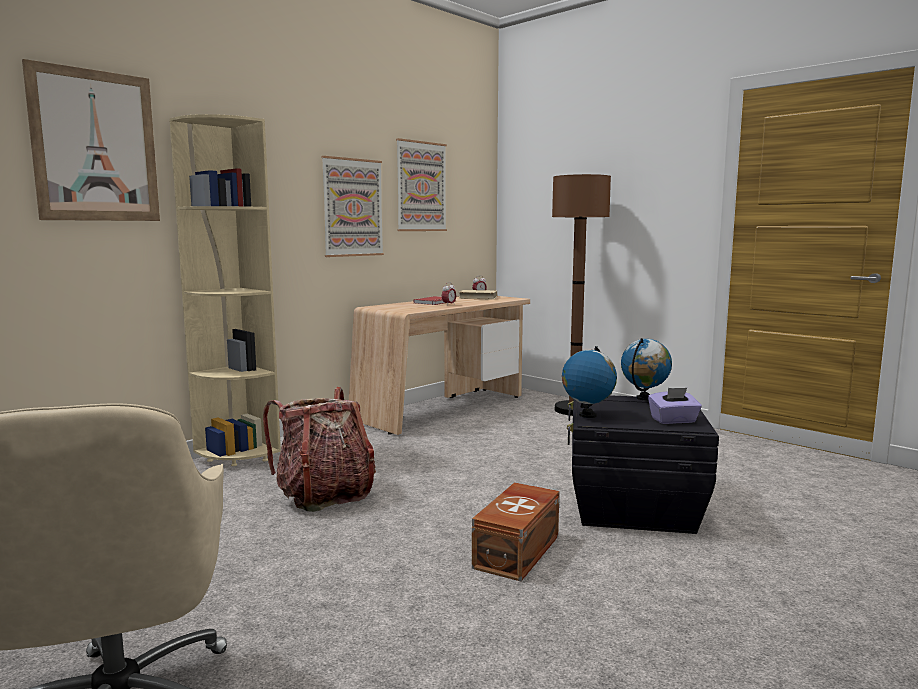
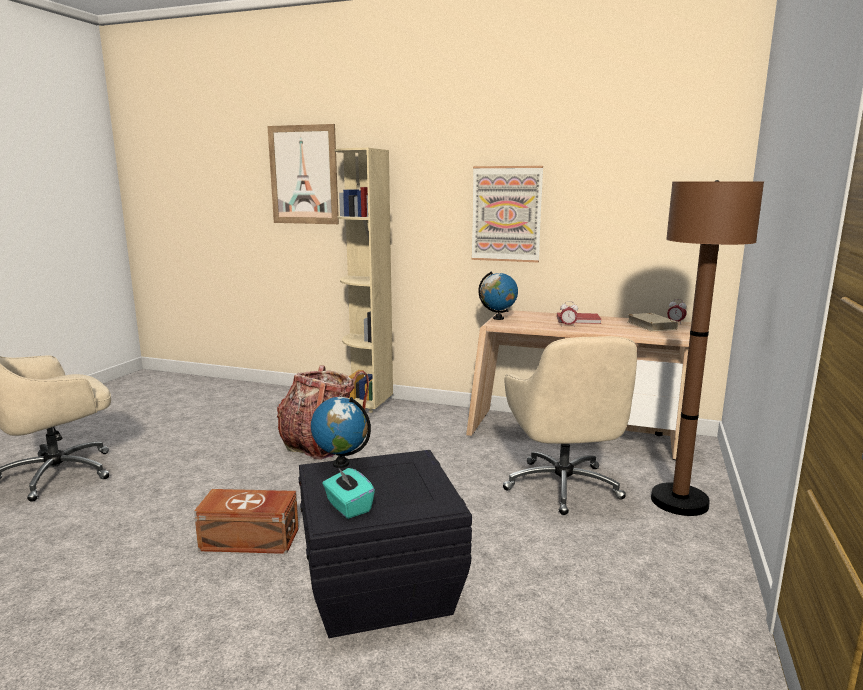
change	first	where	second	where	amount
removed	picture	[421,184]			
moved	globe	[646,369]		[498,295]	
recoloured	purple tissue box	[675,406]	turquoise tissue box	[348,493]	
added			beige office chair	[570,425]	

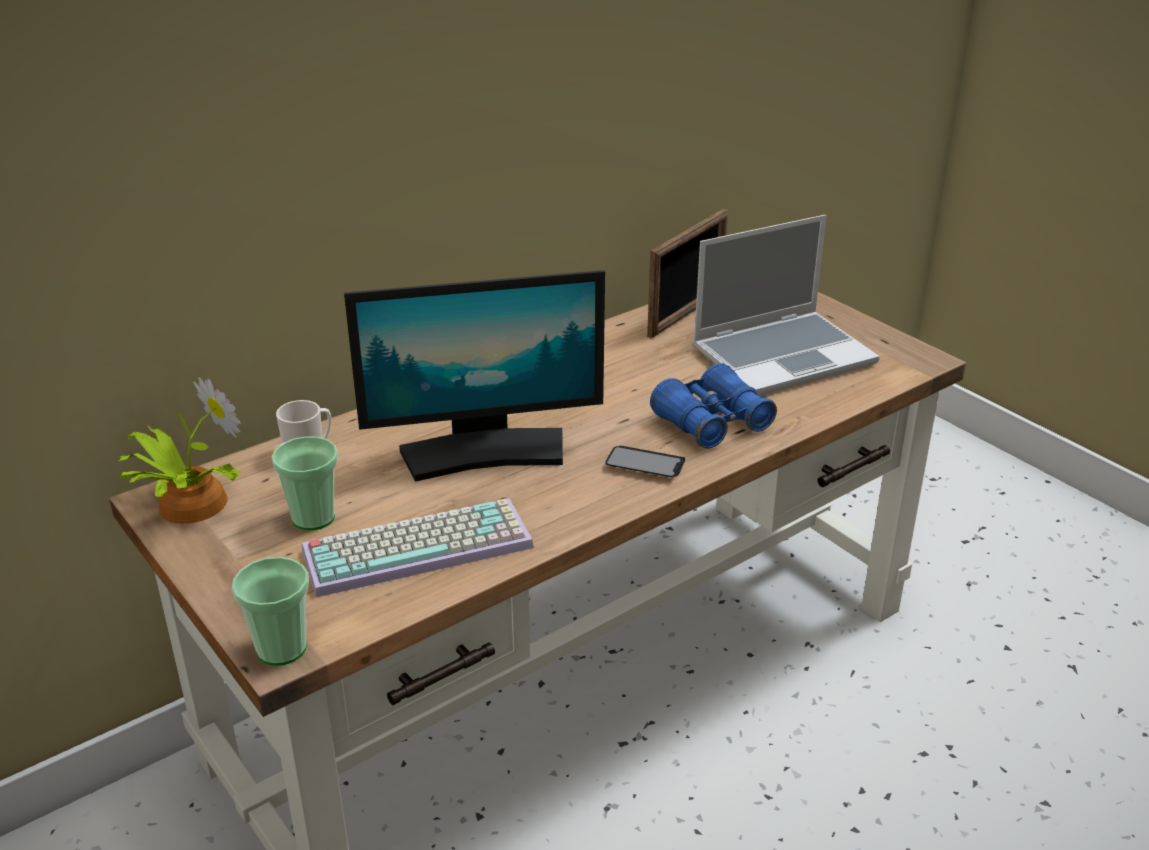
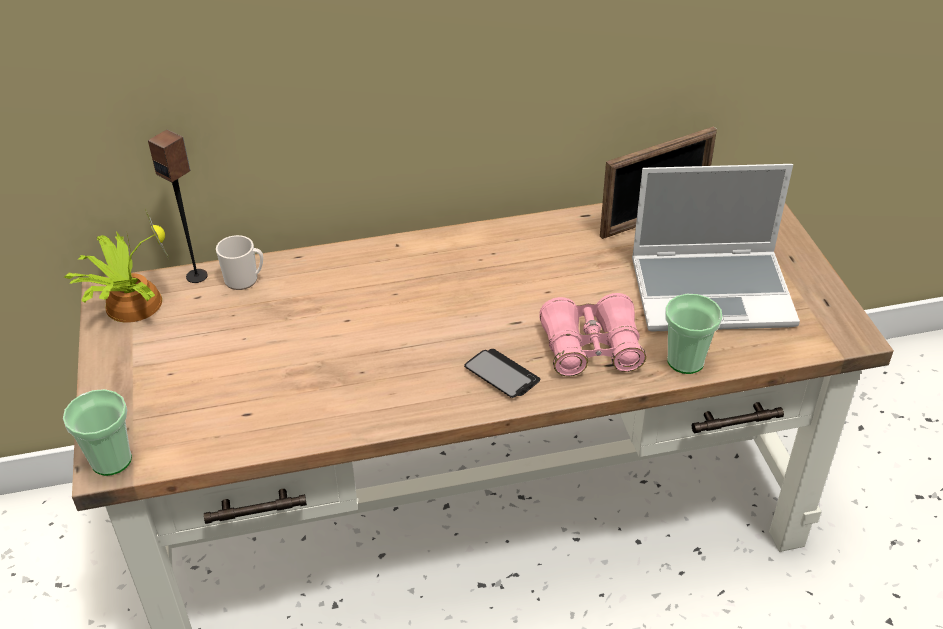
change	first	where	second	where	amount
removed	monitor	[474,376]			
recoloured	blue binoculars	[713,406]	pink binoculars	[592,334]	
moved	cup	[305,483]		[693,334]	
removed	keyboard	[418,547]			
added			speaker	[178,206]	

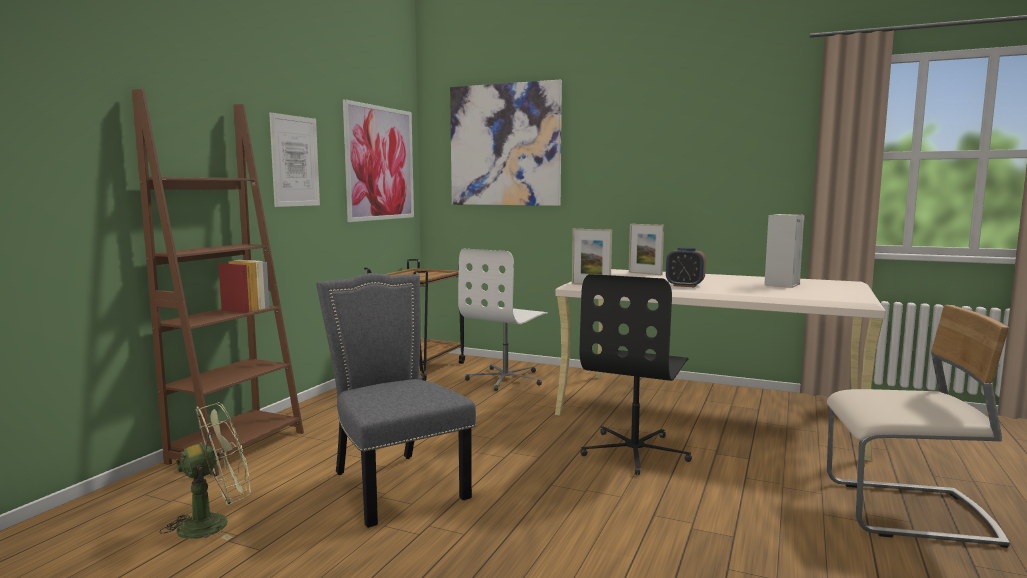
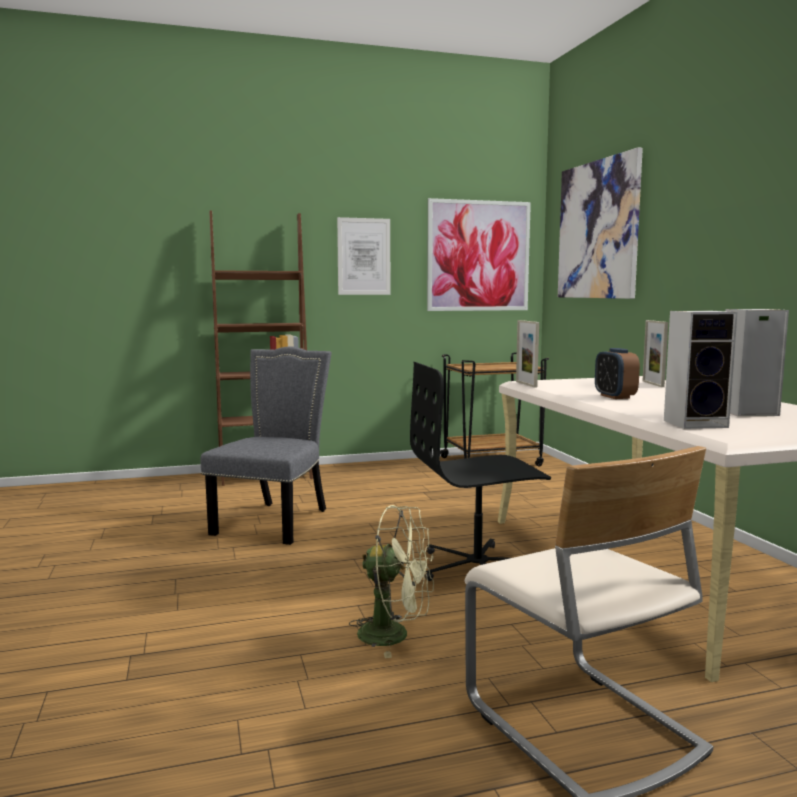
change	first	where	second	where	amount
removed	white office chair	[503,319]			
moved	green fan	[205,471]		[391,581]	
added			speaker	[700,370]	

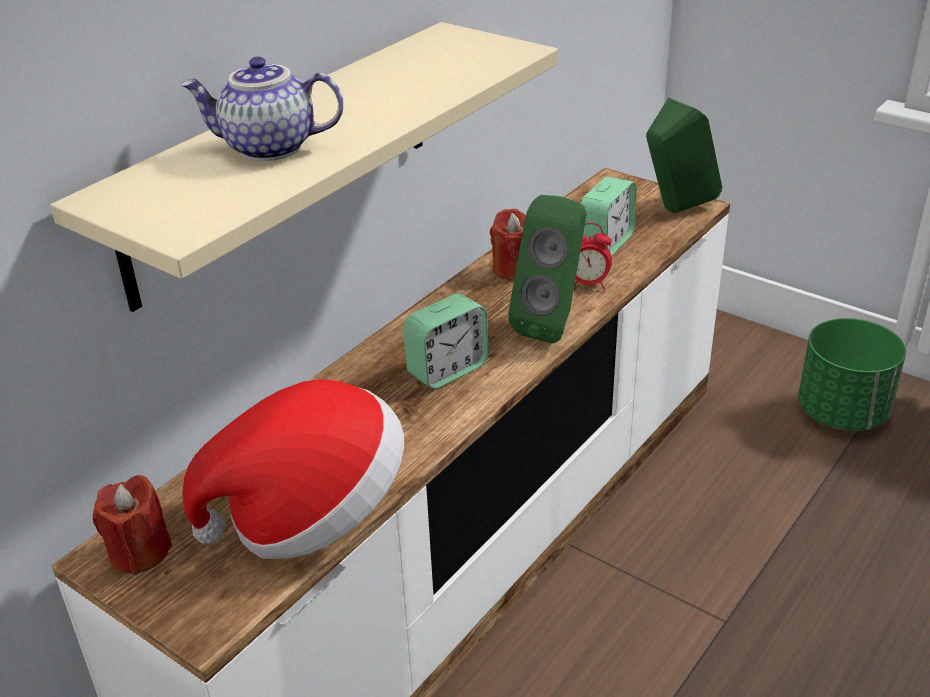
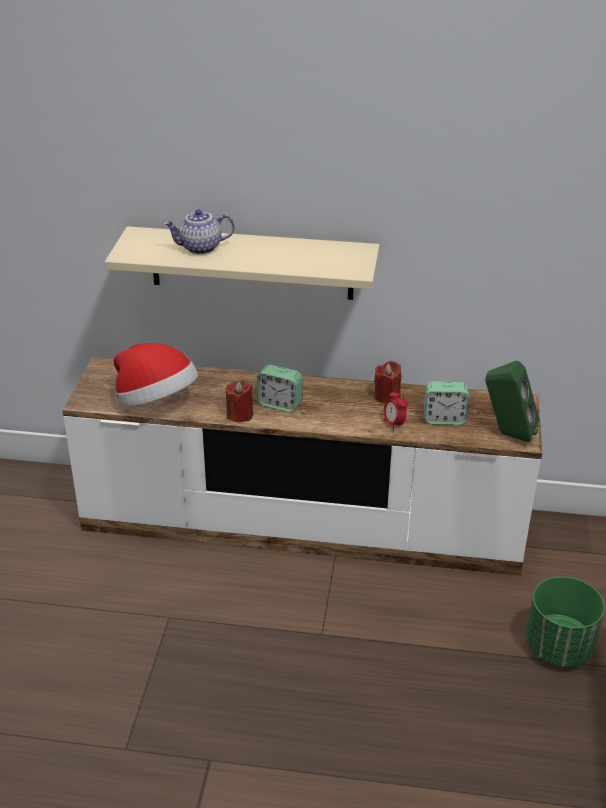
change	first	where	second	where	amount
turned	teapot	[262,109]		[199,231]	75 degrees counterclockwise
removed	green speaker	[547,269]			
moved	red candle	[132,525]		[239,401]	

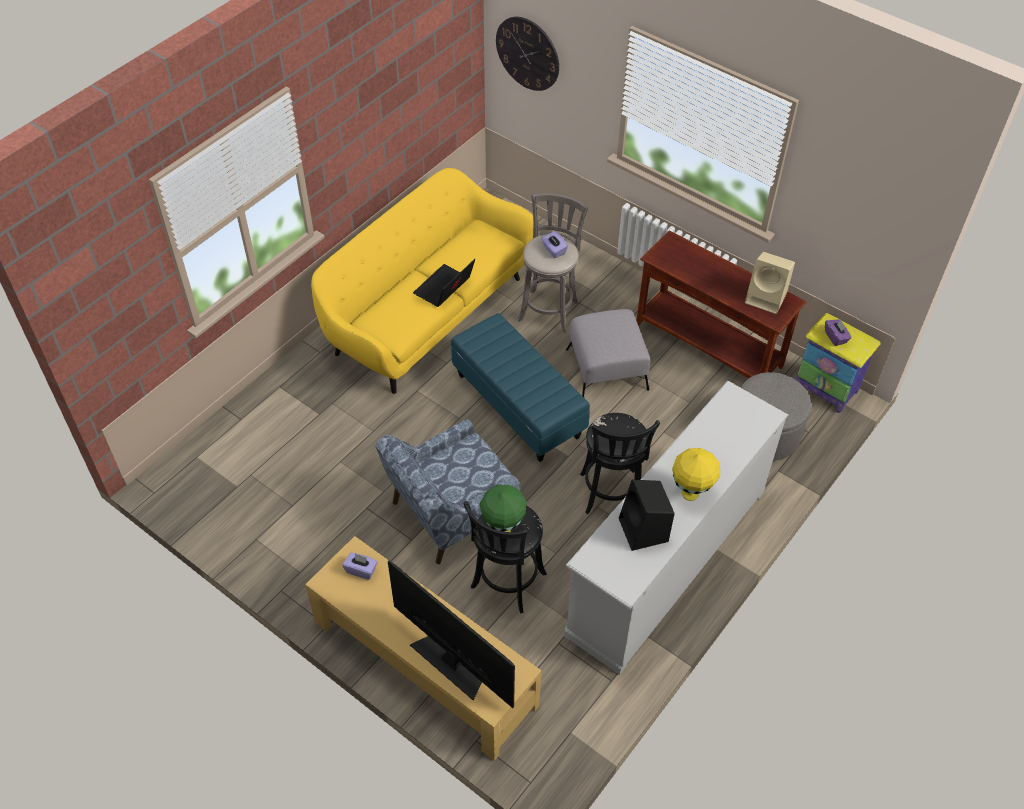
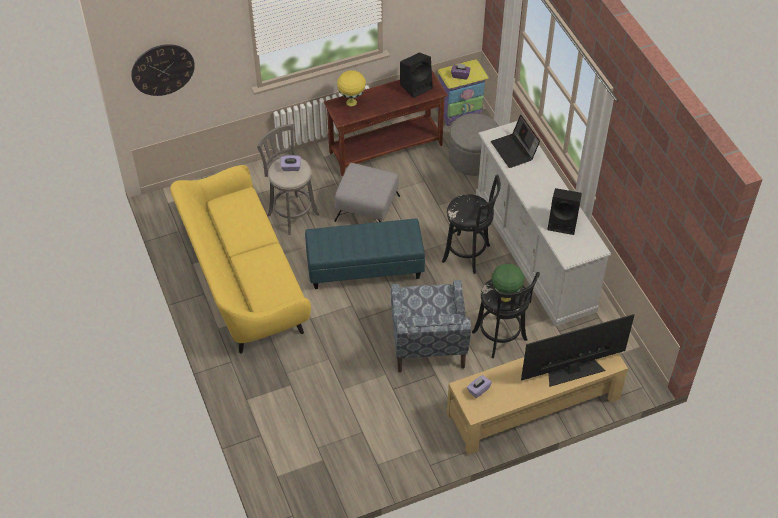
change	first	where	second	where	amount
recoloured	beige speaker	[770,283]	black speaker	[416,75]	
moved	laptop	[444,283]		[515,141]	
moved	yellow table lamp	[696,474]		[351,88]	

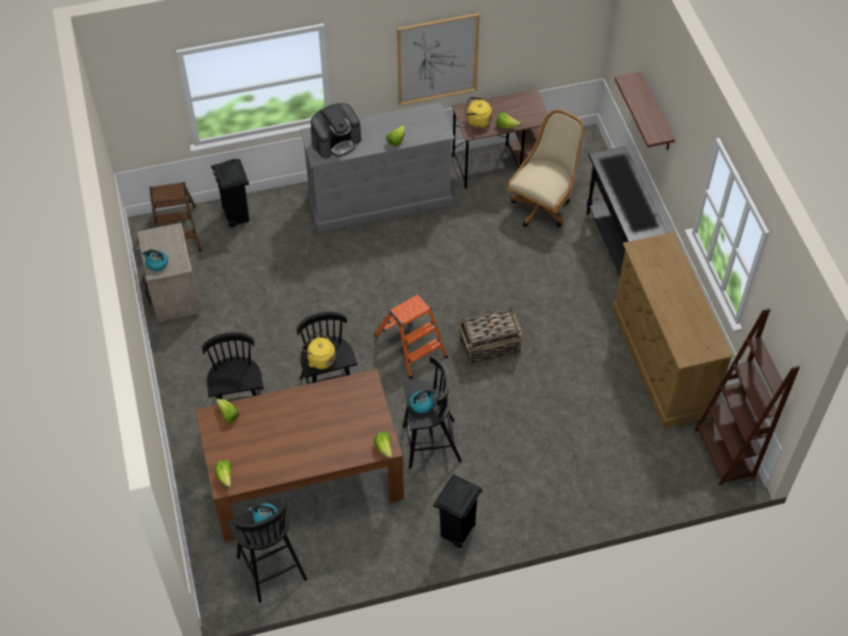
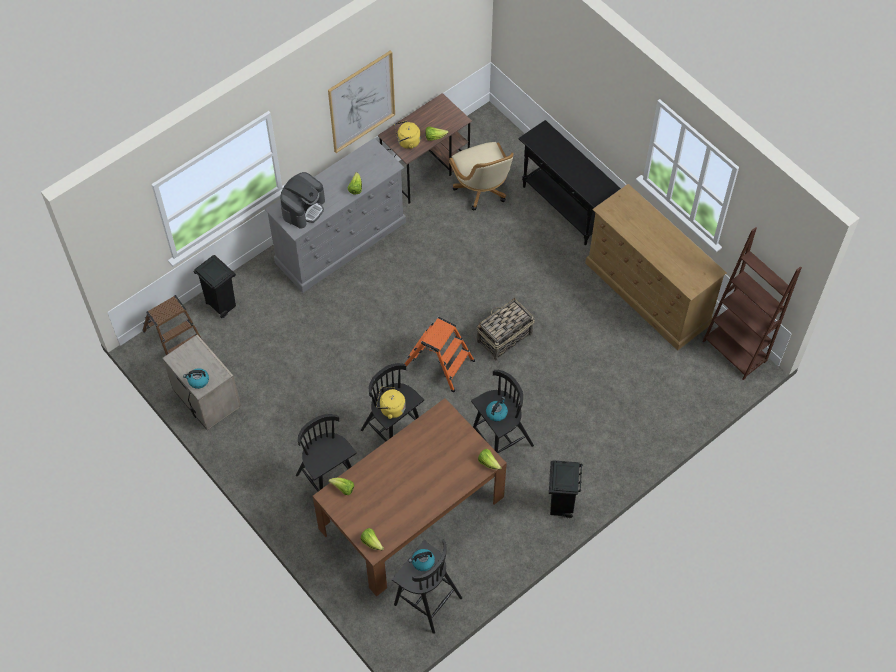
change	first	where	second	where	amount
removed	shelf	[645,111]			
turned	beige office chair	[545,168]		[481,176]	150 degrees clockwise

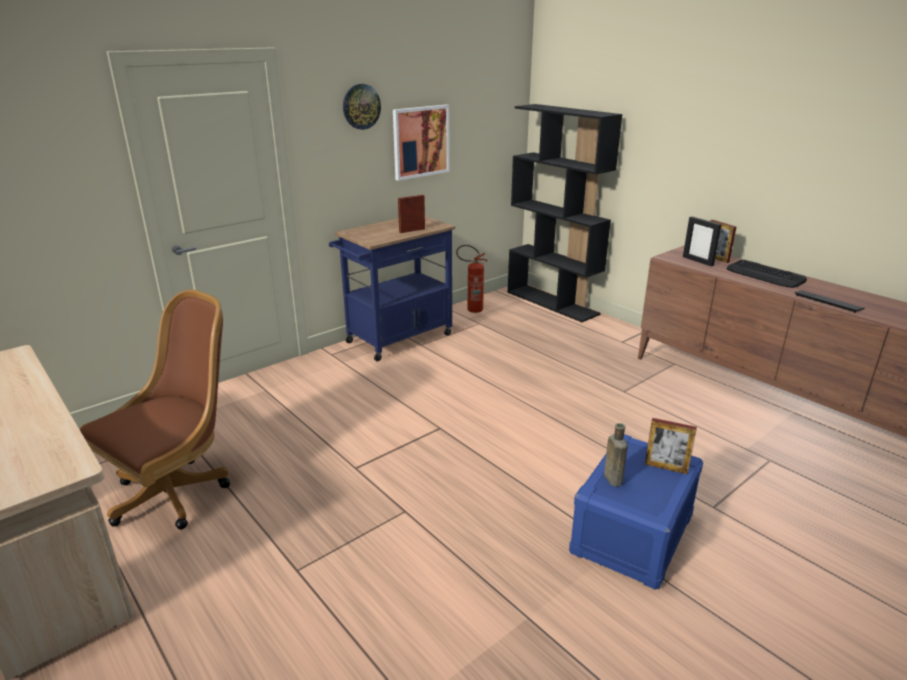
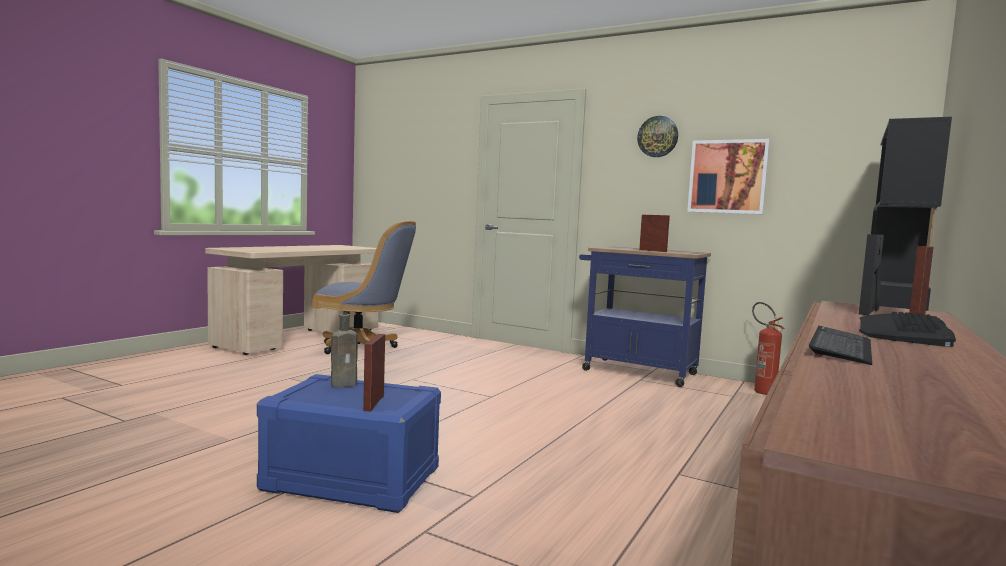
change	first	where	second	where	amount
recoloured	brown office chair	[155,410]	blue office chair	[364,287]	

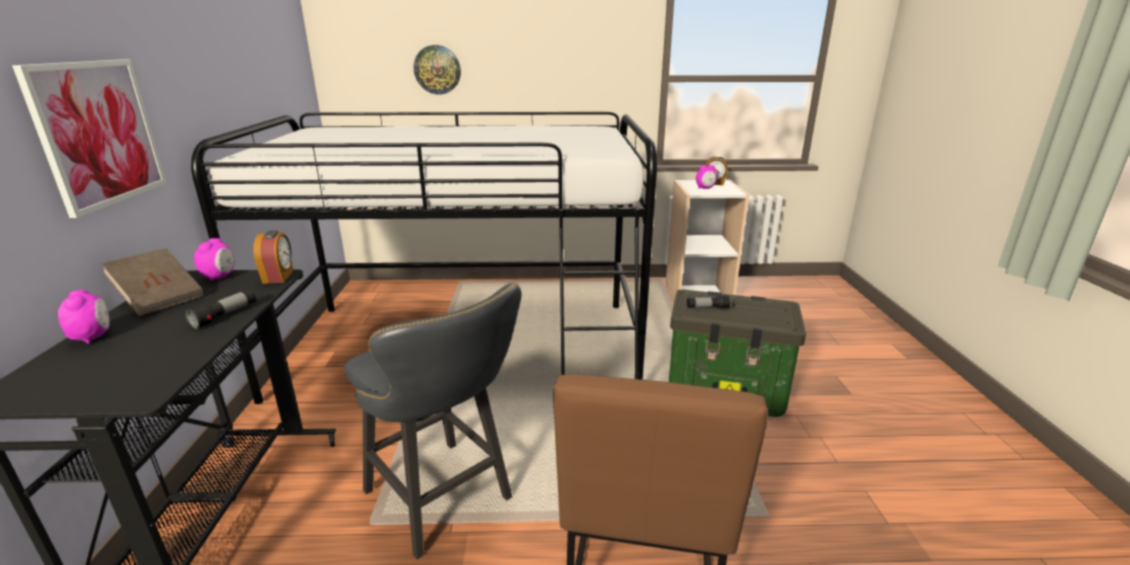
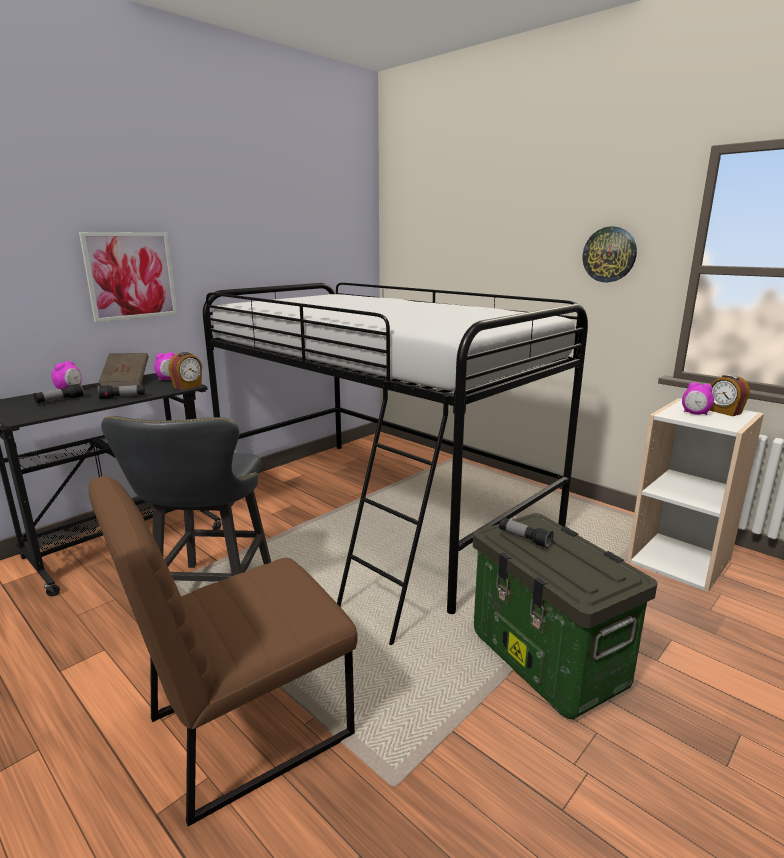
change	first	where	second	where	amount
moved	wall clock	[437,70]		[610,254]	
added			flashlight	[59,393]	

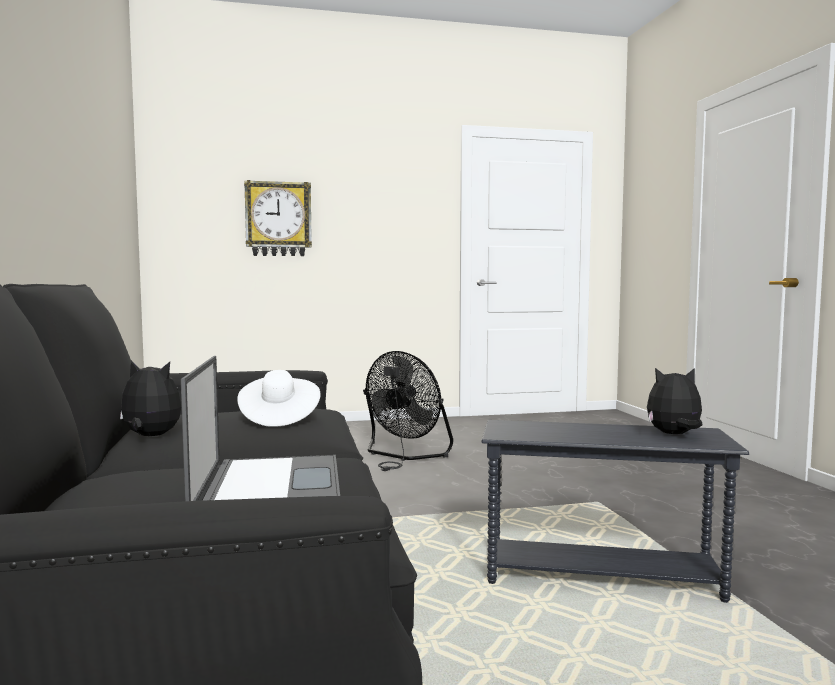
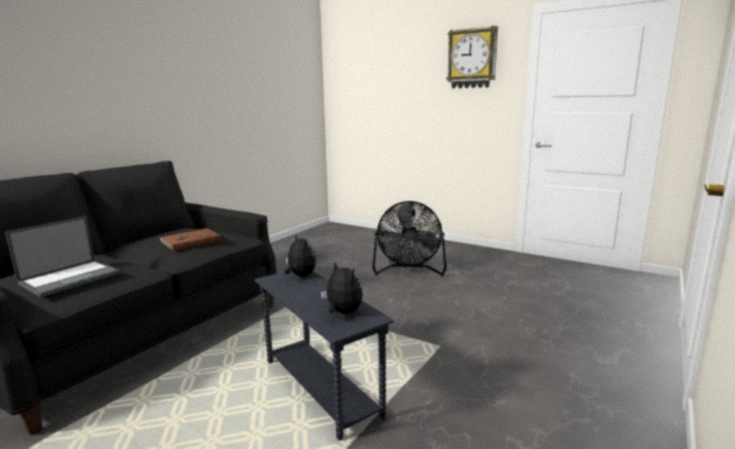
change	first	where	second	where	amount
moved	wall clock	[278,218]		[472,57]	
turned	black fan	[408,411]		[409,238]	105 degrees clockwise
moved	plush toy	[150,398]		[300,255]	
replaced	white hat	[278,398]	brown book	[190,240]	

